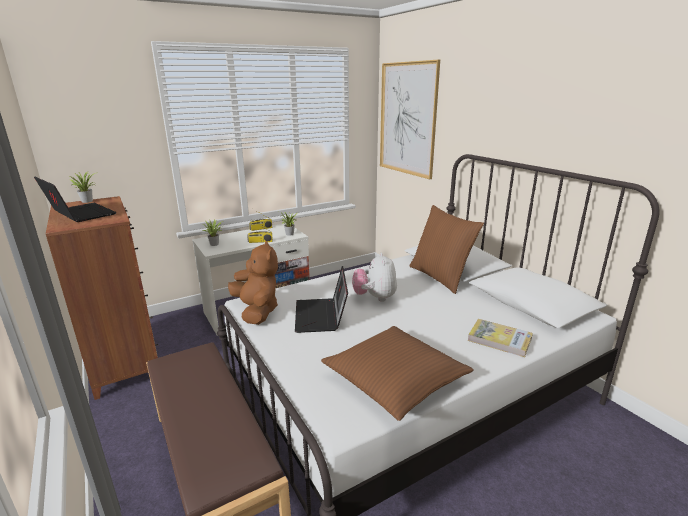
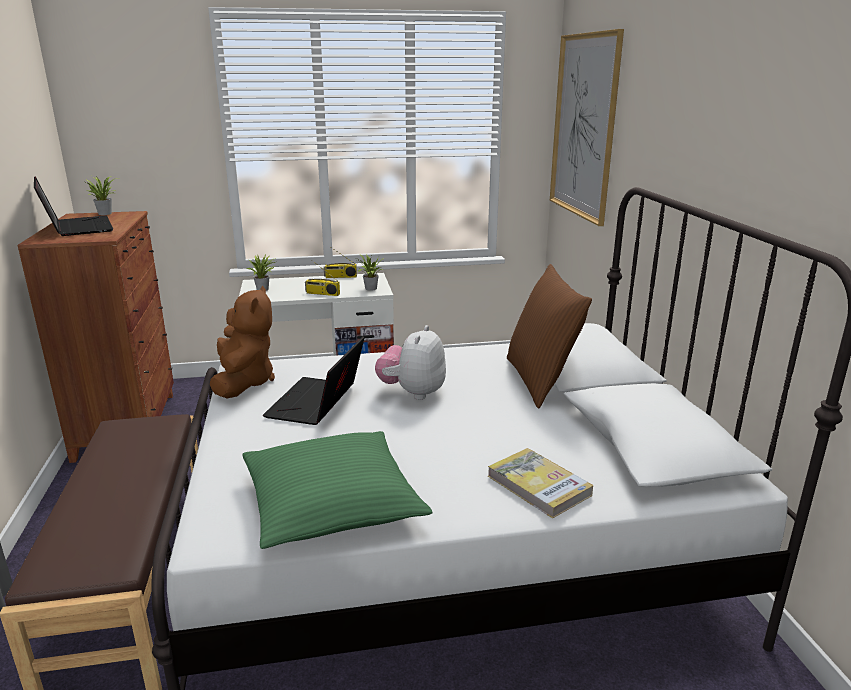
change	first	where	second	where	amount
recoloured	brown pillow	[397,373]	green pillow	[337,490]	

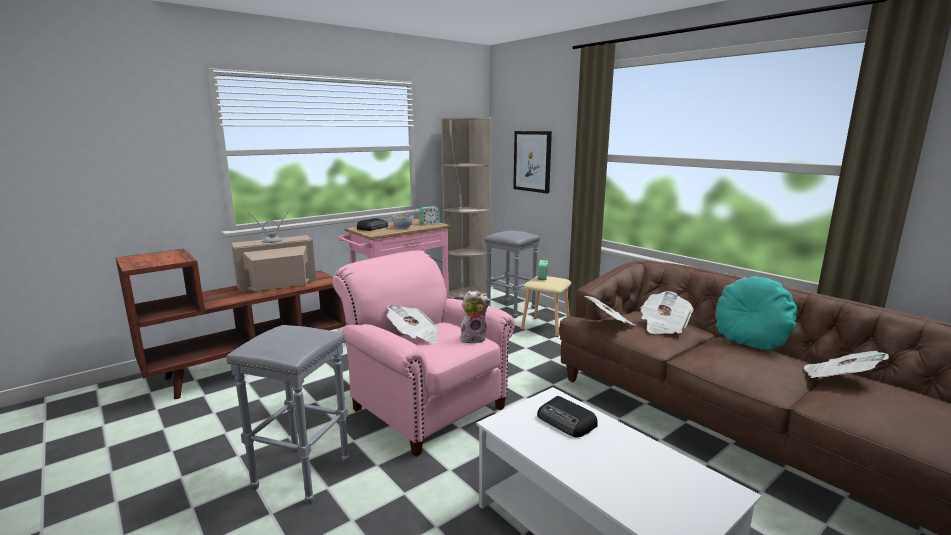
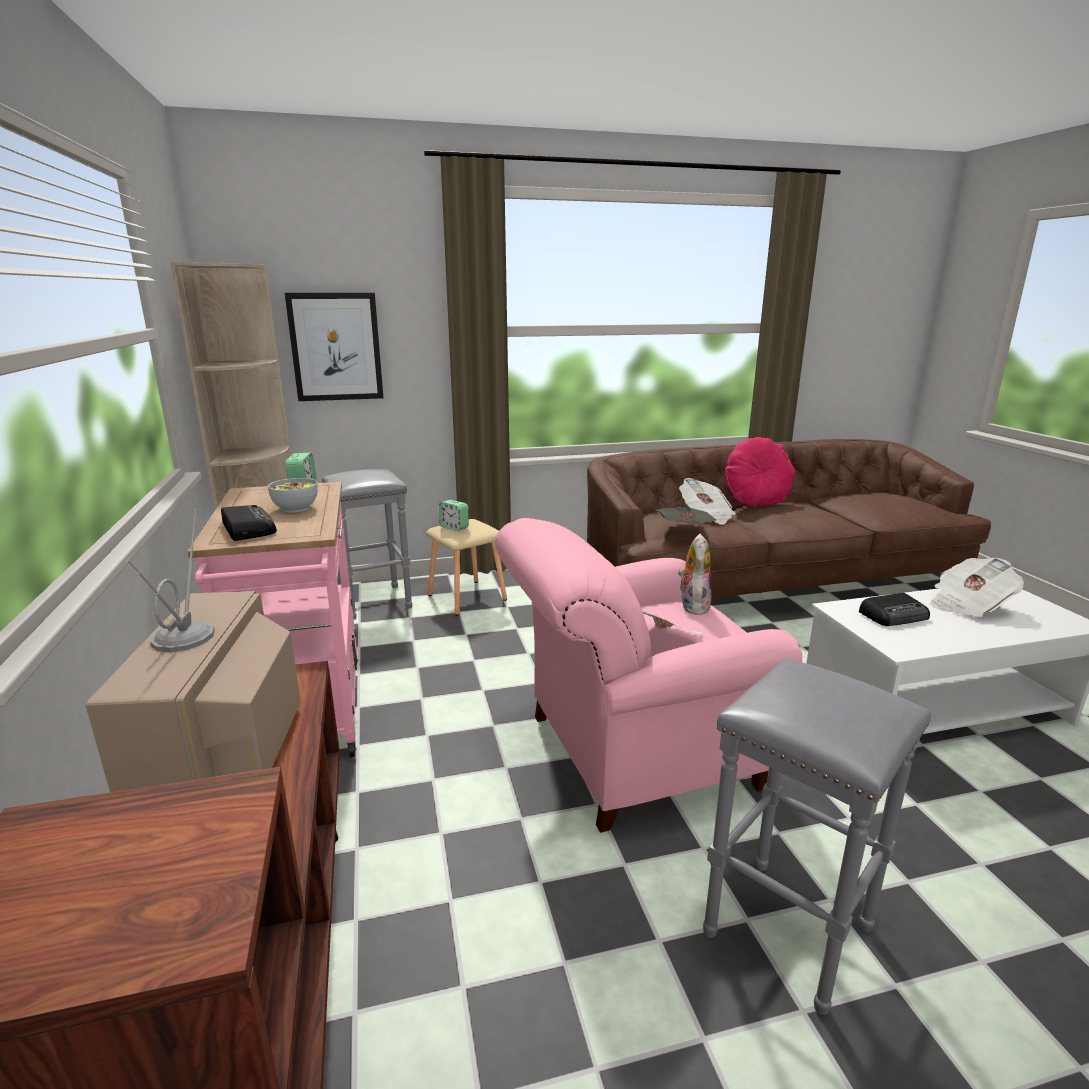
change	first	where	second	where	amount
recoloured	turquoise pillow	[756,313]	pink pillow	[760,471]	
moved	newspaper	[846,364]		[977,587]	

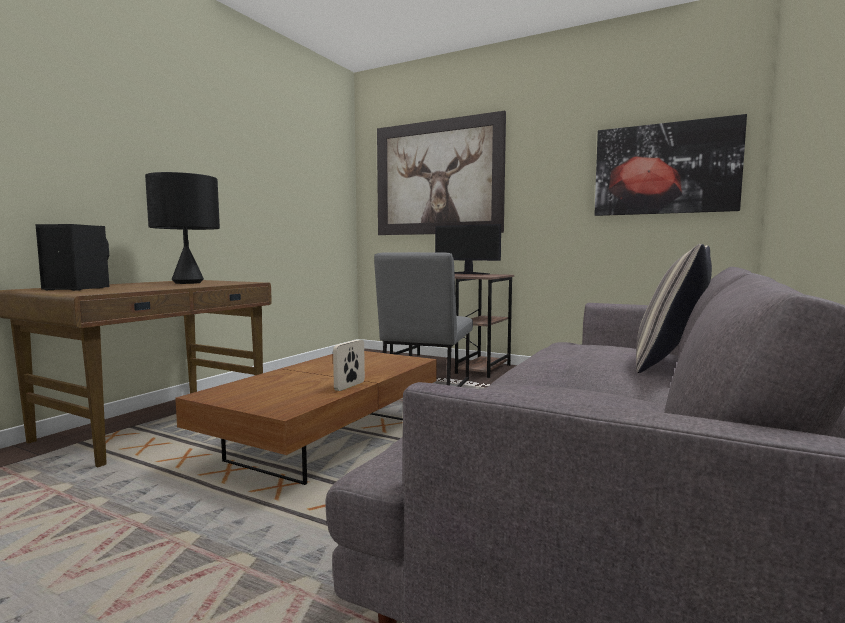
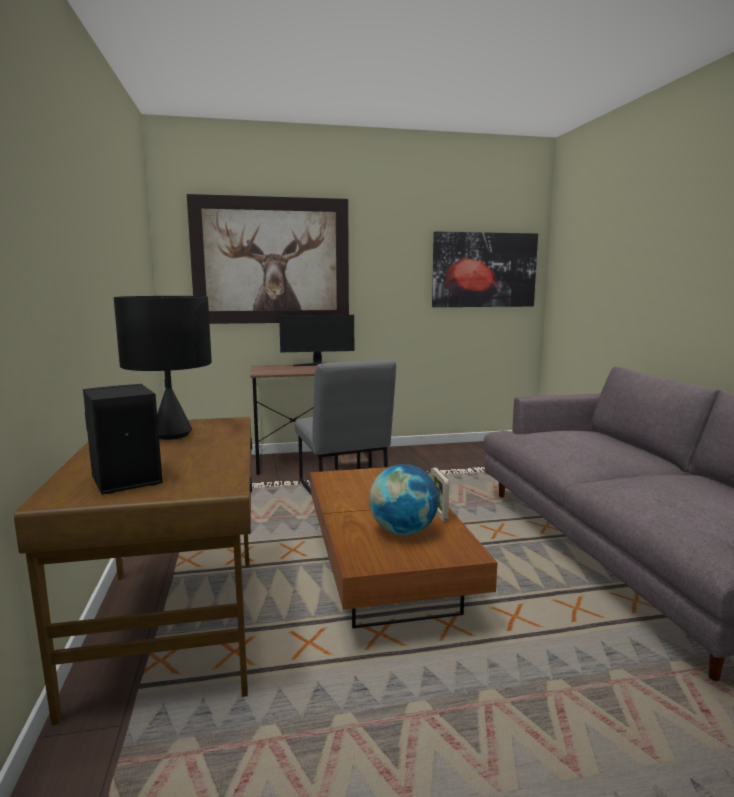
change	first	where	second	where	amount
removed	pillow	[674,308]			
added			globe	[403,499]	

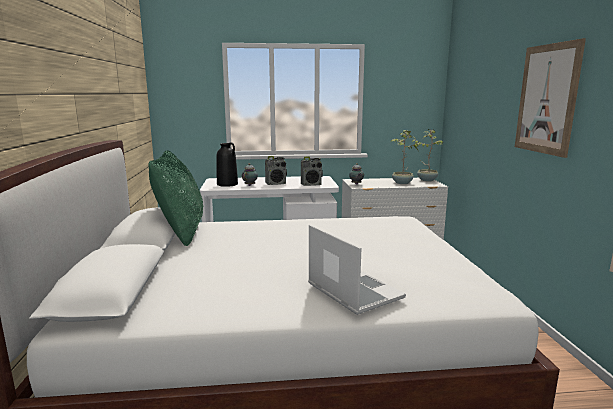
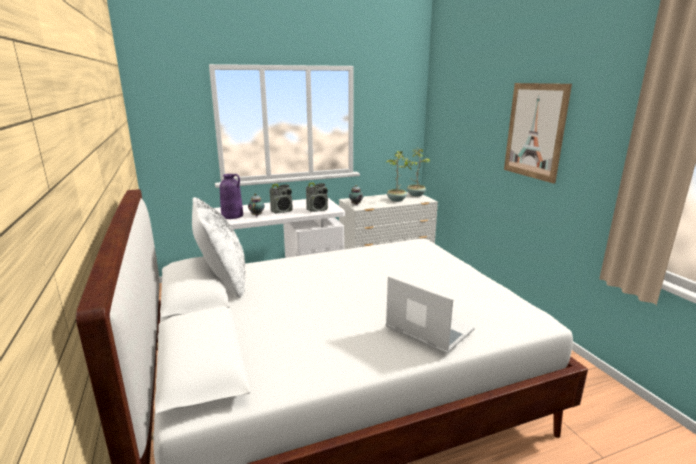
change	first	where	second	where	amount
recoloured	black vase	[227,164]	purple vase	[231,196]	
recoloured	green pillow	[175,198]	white pillow	[219,247]	

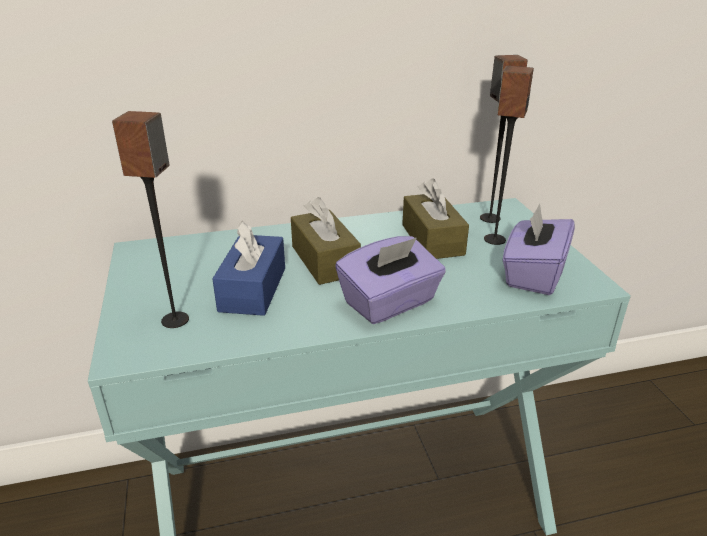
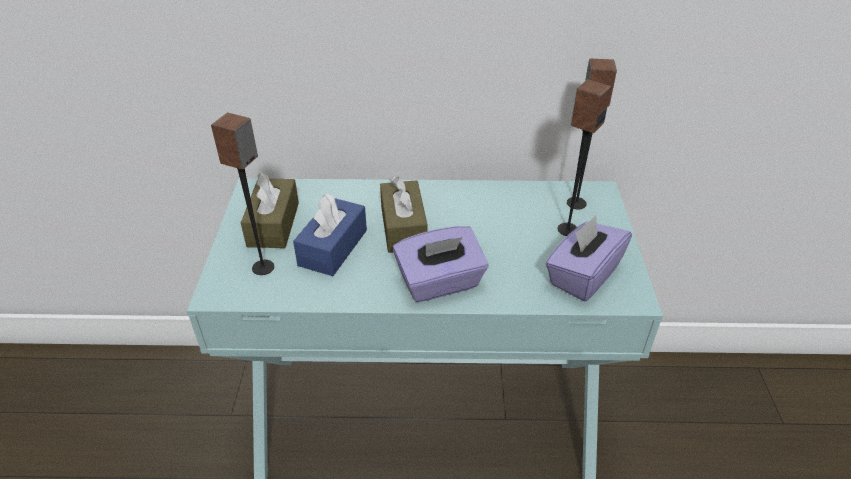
change	first	where	second	where	amount
moved	brown tissue box	[435,218]		[270,210]	

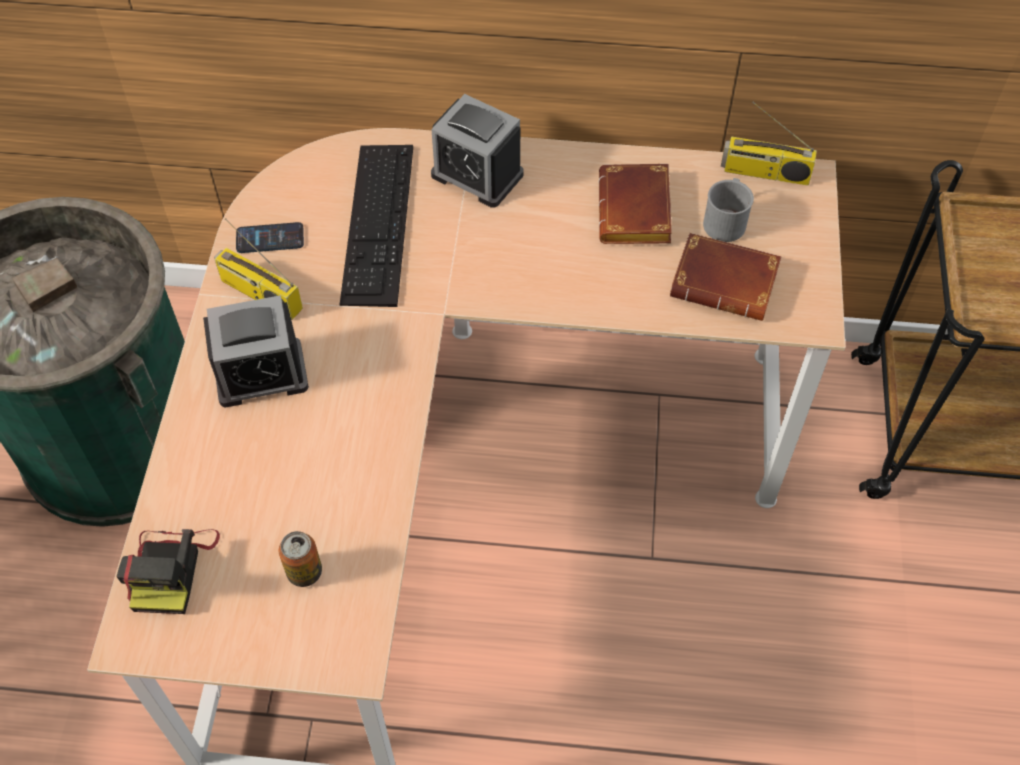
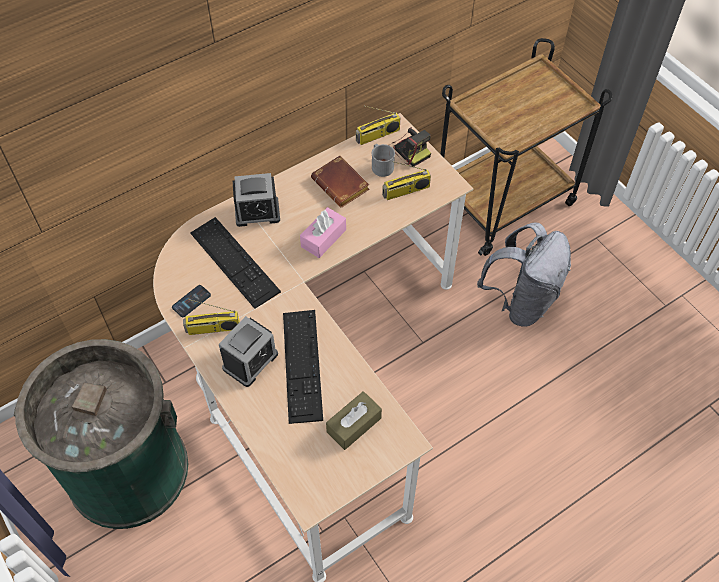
change	first	where	second	where	amount
replaced	brown book	[726,277]	radio	[406,181]	
moved	photo camera	[168,571]		[410,147]	
replaced	can	[300,559]	brown tissue box	[354,420]	
added			pink tissue box	[323,232]	
added			grey backpack	[524,275]	
added			keyboard	[303,367]	

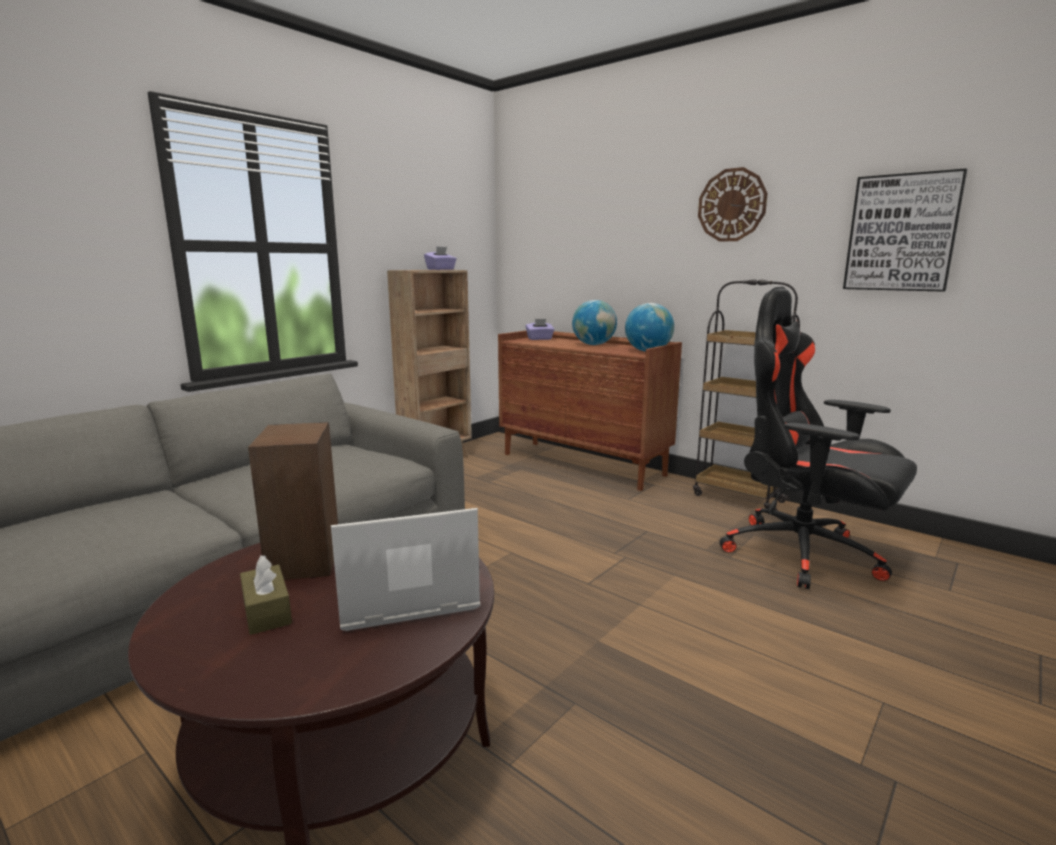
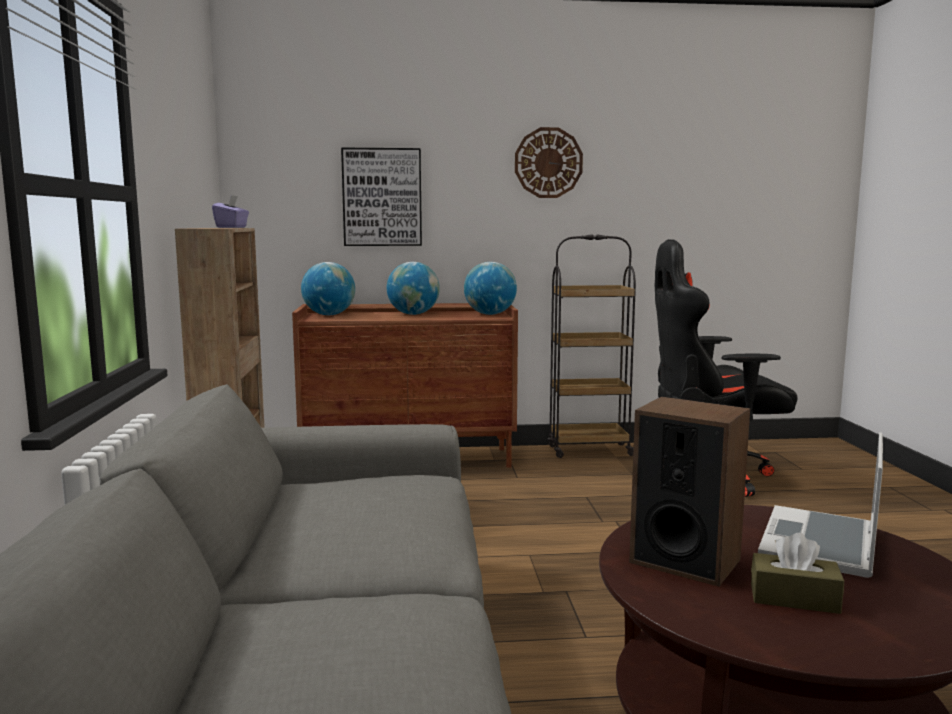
change	first	where	second	where	amount
moved	picture	[905,230]		[381,197]	
replaced	purple tissue box	[540,329]	globe	[328,288]	

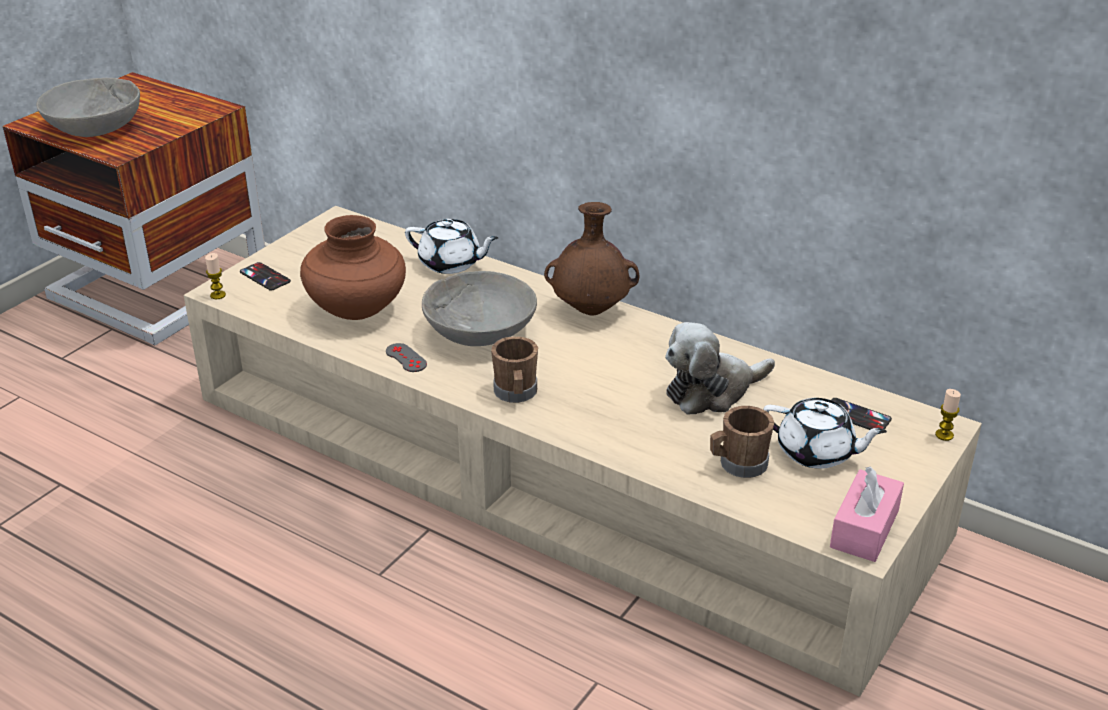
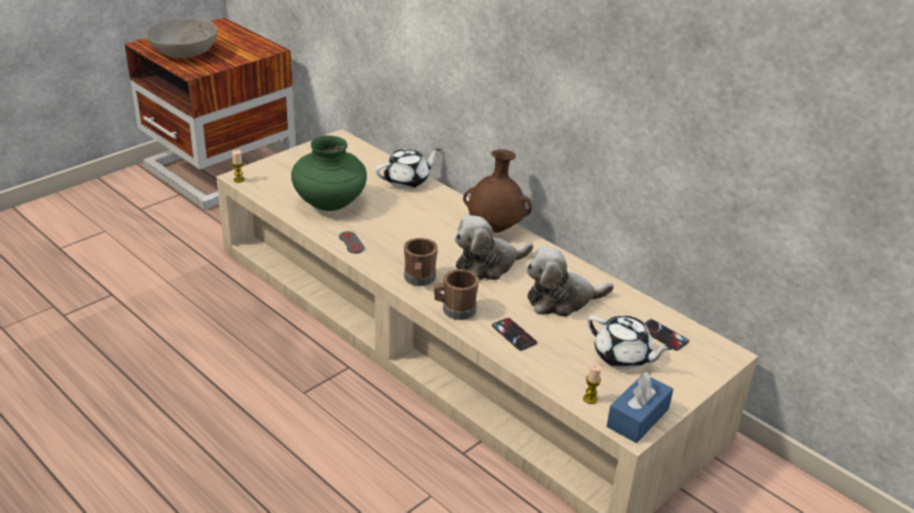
change	first	where	second	where	amount
recoloured	brown vase	[353,267]	green vase	[329,173]	
turned	white teapot	[451,246]		[408,169]	60 degrees counterclockwise
moved	phone	[265,276]		[514,334]	
removed	grey bowl	[479,308]			
moved	candle	[948,415]		[592,383]	
moved	brown mug	[742,442]		[456,294]	
recoloured	pink tissue box	[867,514]	blue tissue box	[640,407]	
added			plush toy	[494,247]	

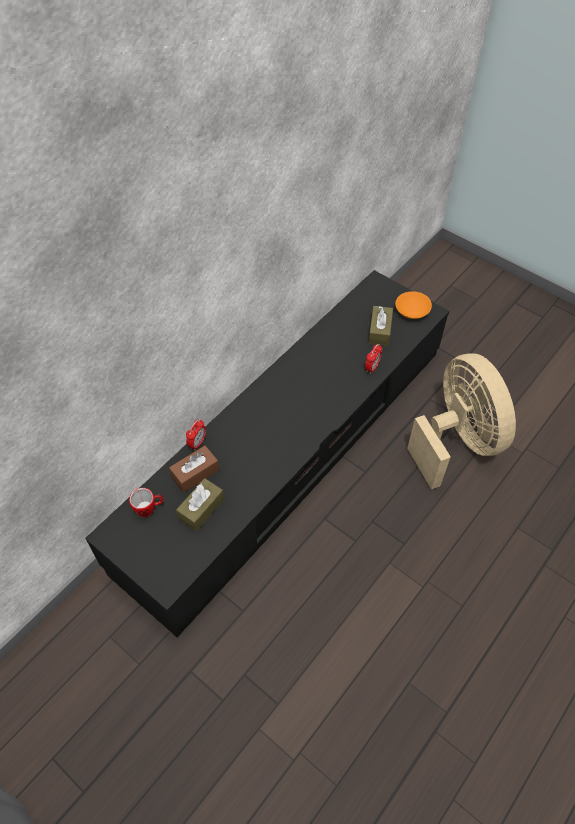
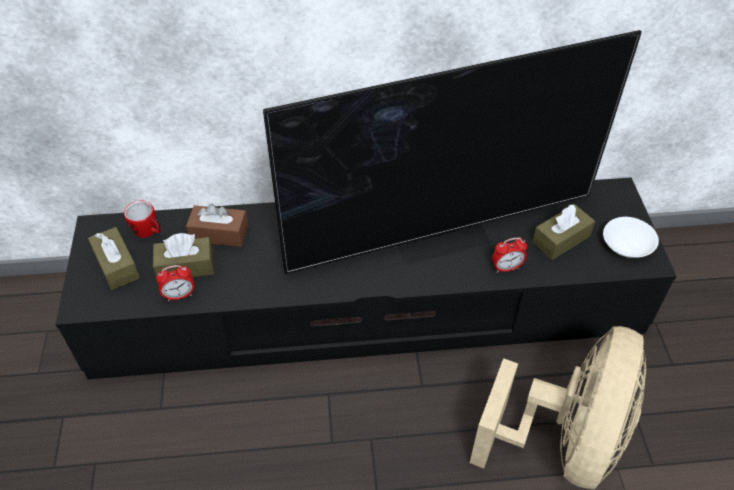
change	first	where	second	where	amount
recoloured	orange bowl	[413,305]	white bowl	[631,237]	
moved	alarm clock	[196,435]		[175,283]	
added			television	[452,152]	
added			brown tissue box	[114,258]	

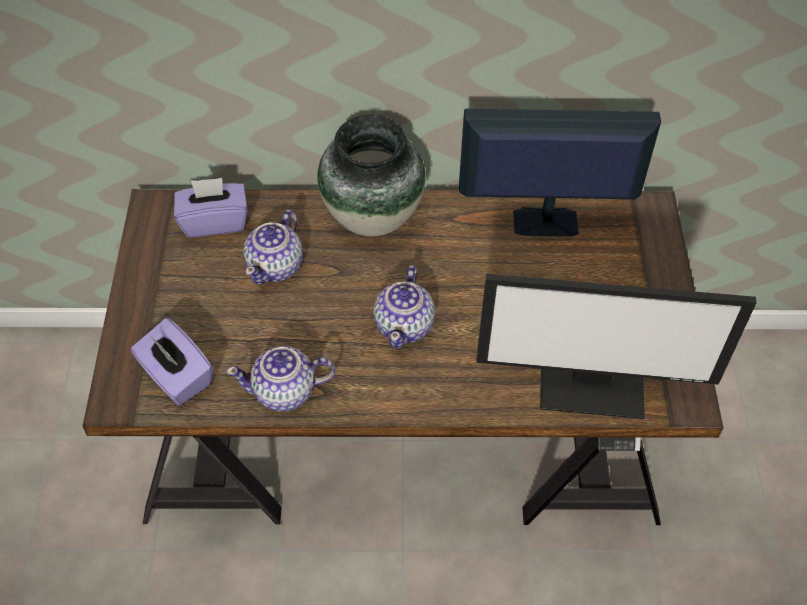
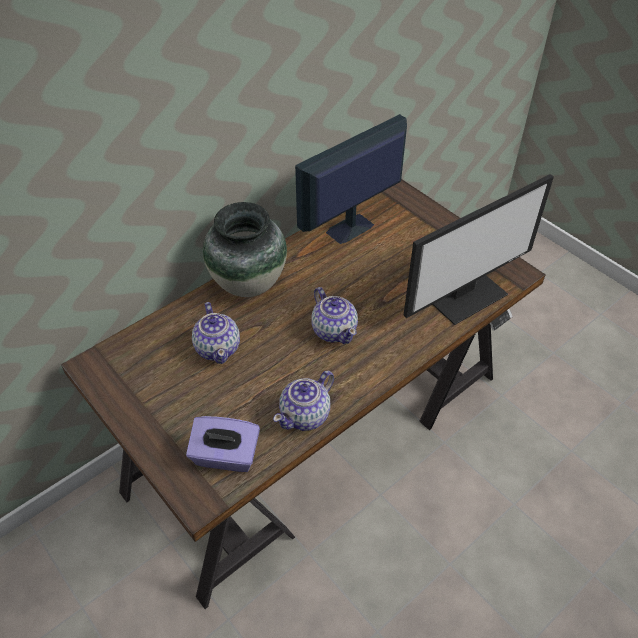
change	first	where	second	where	amount
removed	purple tissue box	[211,208]			

